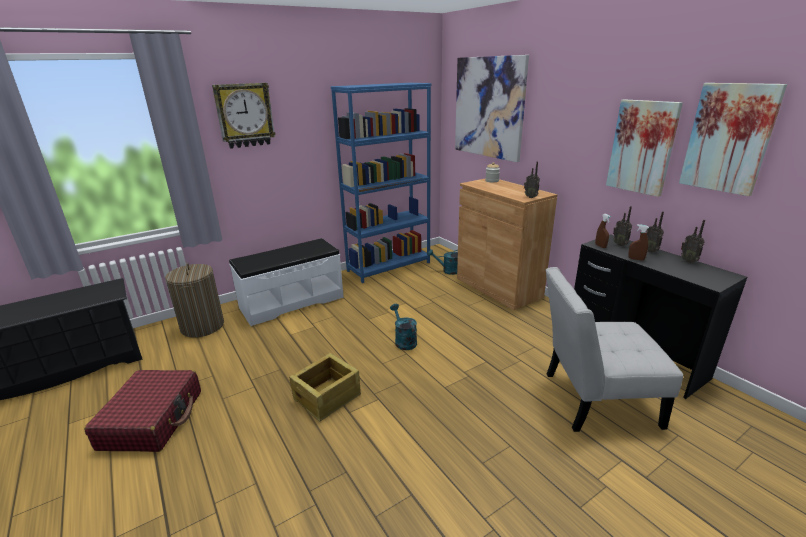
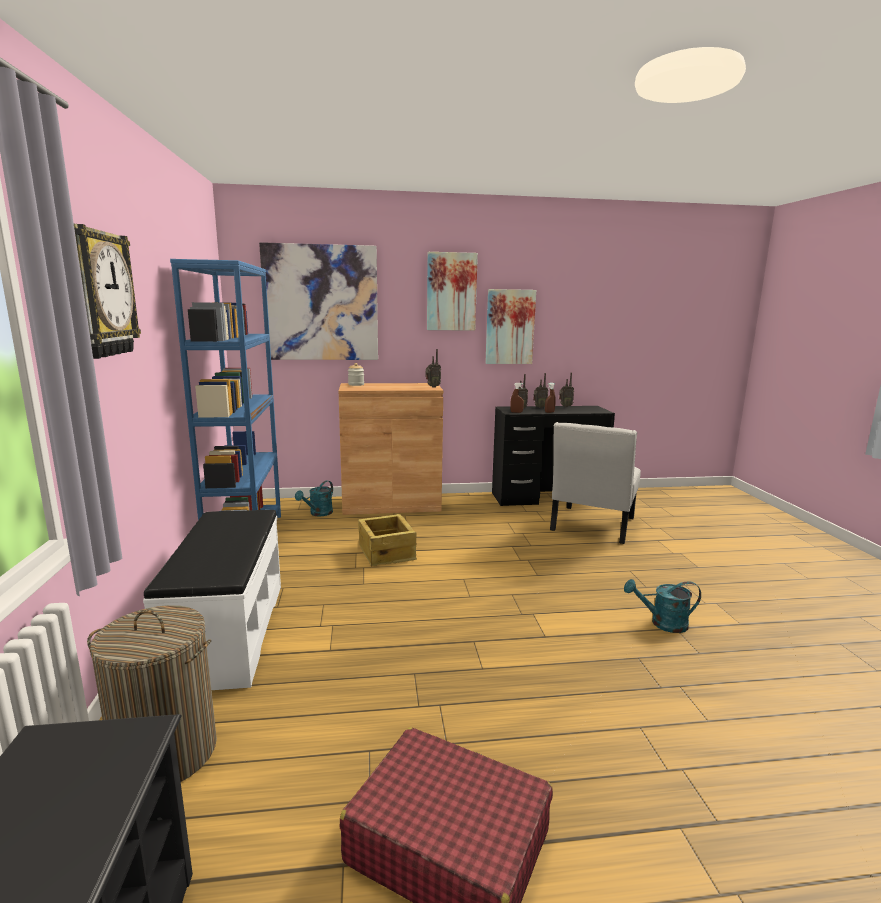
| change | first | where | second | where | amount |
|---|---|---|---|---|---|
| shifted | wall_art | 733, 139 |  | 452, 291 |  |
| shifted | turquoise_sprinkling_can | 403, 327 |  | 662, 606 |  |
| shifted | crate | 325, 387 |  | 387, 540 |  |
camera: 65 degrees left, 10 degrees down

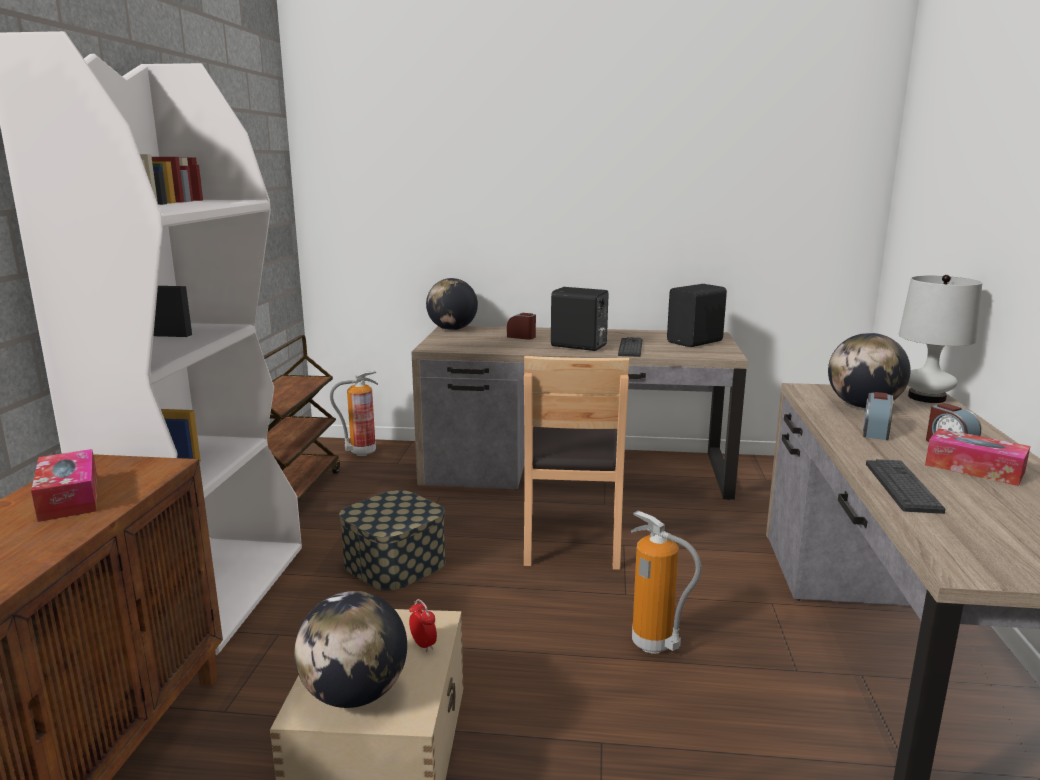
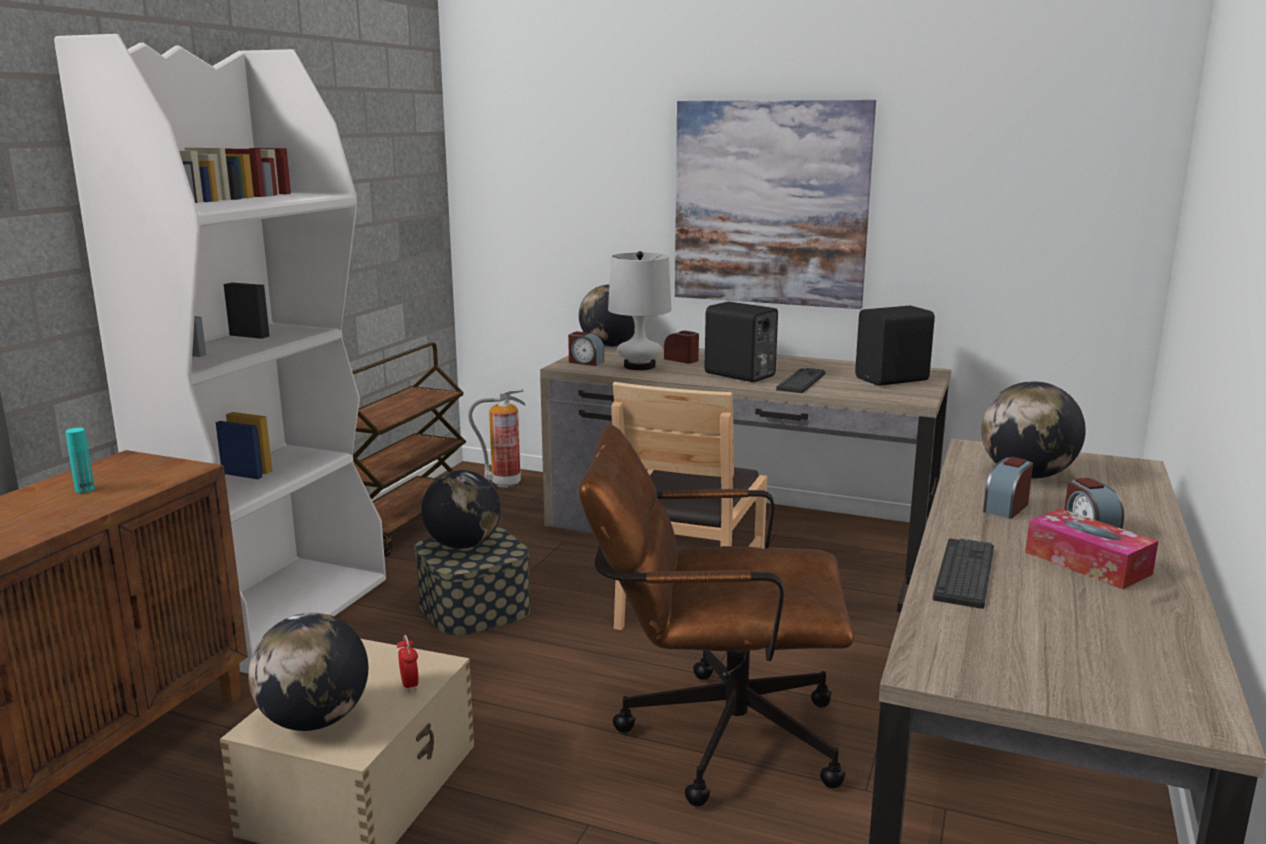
| change | first | where | second | where | amount |
|---|---|---|---|---|---|
| shifted | whitish_table_lamp | 940, 339 |  | 640, 310 |  |
| swapped | tissue_holder | 64, 485 | turquoise_beverage_bottle | 80, 460 |  |
| swapped | extinguisher | 666, 582 | brown_computer_chair | 716, 615 |  |
| new |  |  | wall_art | 775, 204 |  |
| new |  |  | table_clock | 586, 348 |  |
| new |  |  | globe | 461, 509 |  |
camera: 15 degrees right, 0 degrees up

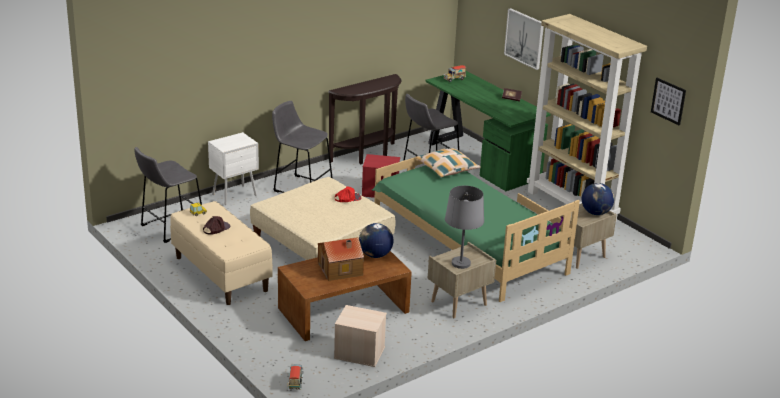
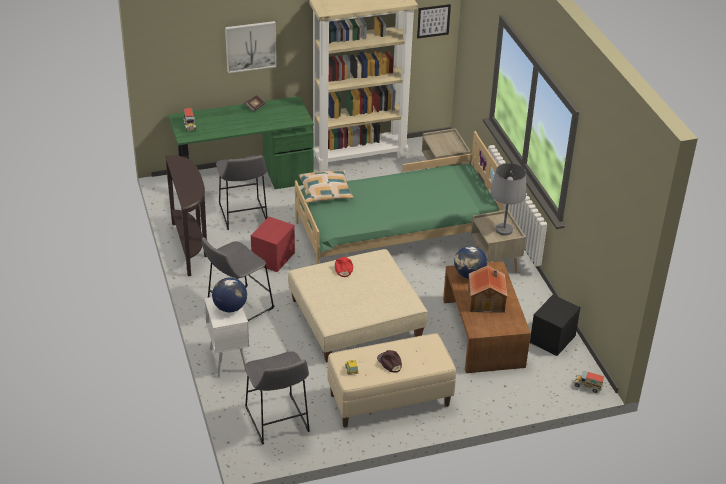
| change | first | where | second | where | amount |
|---|---|---|---|---|---|
| shifted | globe | 598, 199 |  | 229, 294 |  |
| repainted | beige-coloured_storage_container | 360, 336 | black-coloured_storage_container | 555, 325 |  |
camera: 70 degrees left, 10 degrees up

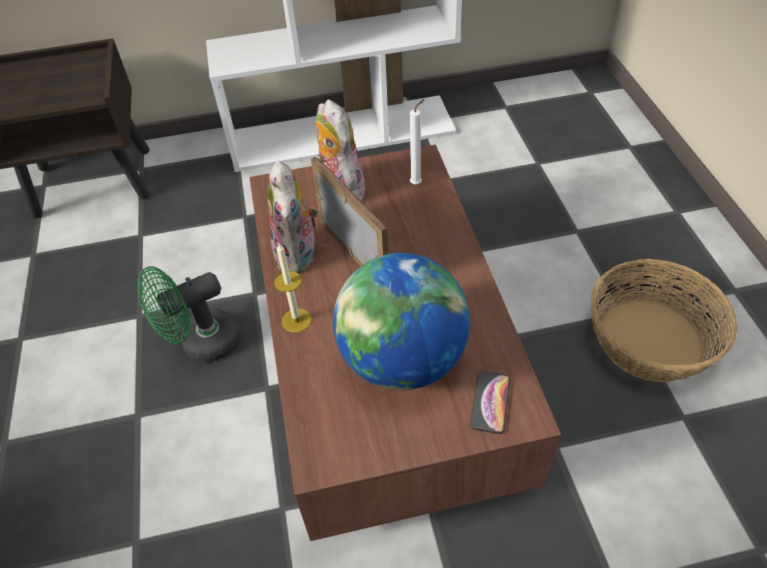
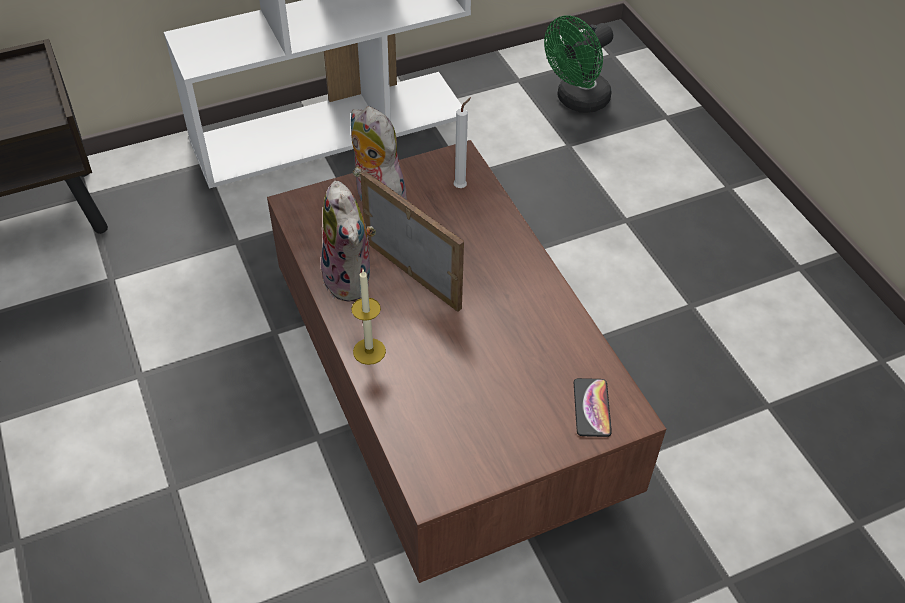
| change | first | where | second | where | amount |
|---|---|---|---|---|---|
| gone | globe | 401, 321 |  |  |  |
| gone | household_basket | 664, 320 |  |  |  |
| shifted | green-coloured_electric_fan | 189, 314 |  | 578, 64 |  |
camera: 15 degrees left, 0 degrees up

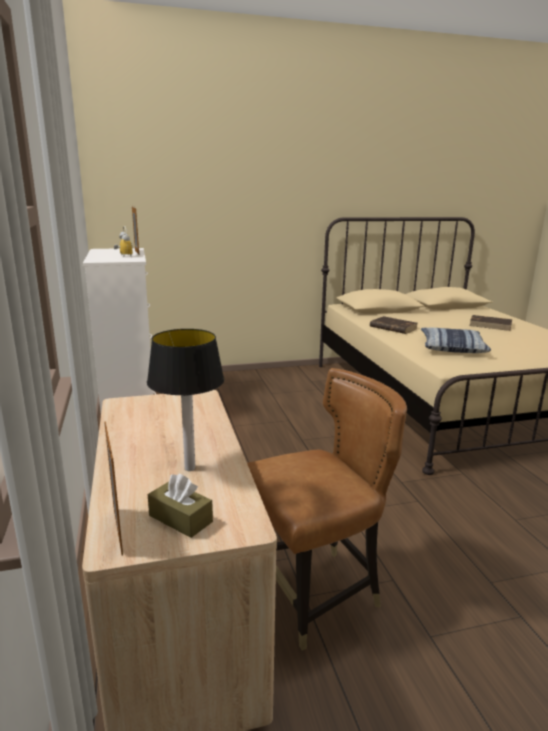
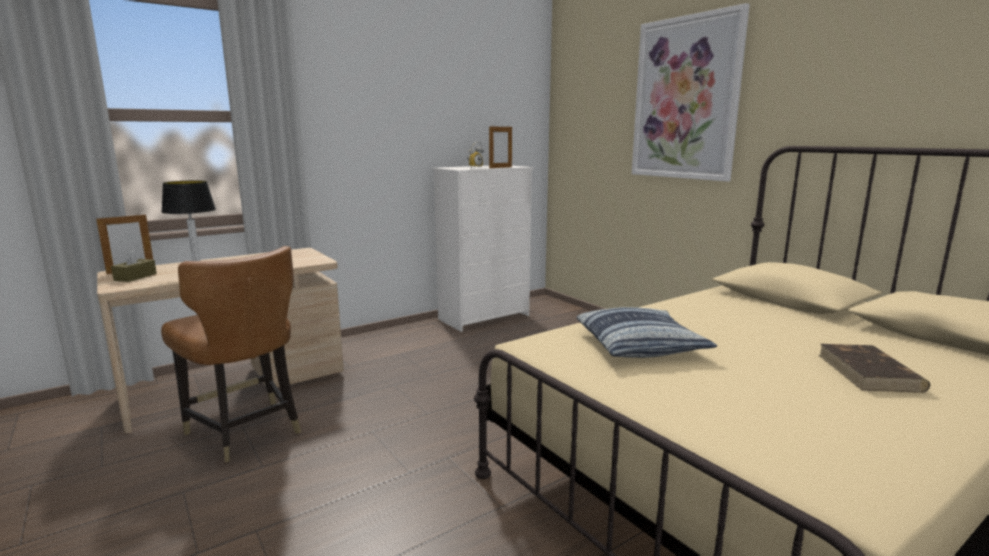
| change | first | where | second | where | amount |
|---|---|---|---|---|---|
| gone | brown_volume | 393, 325 |  |  |  |
| new |  |  | wall_art | 691, 92 |  |
camera: 70 degrees right, 5 degrees down

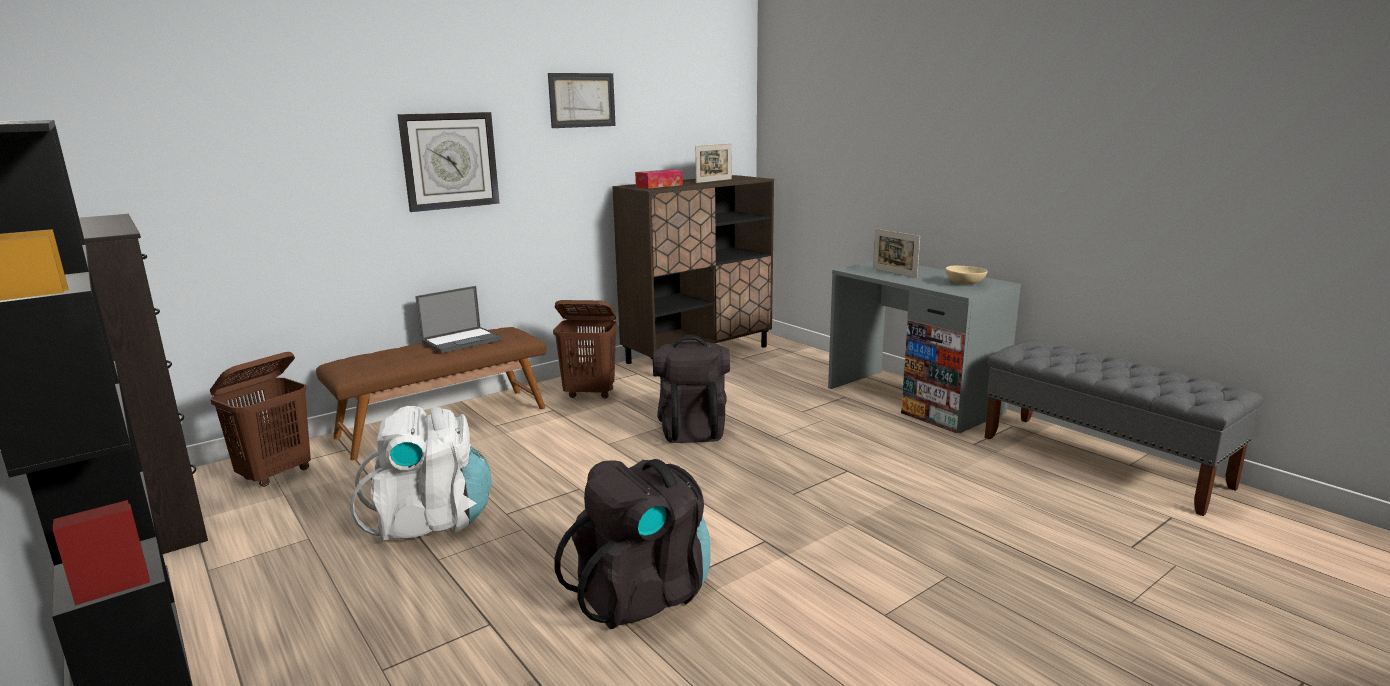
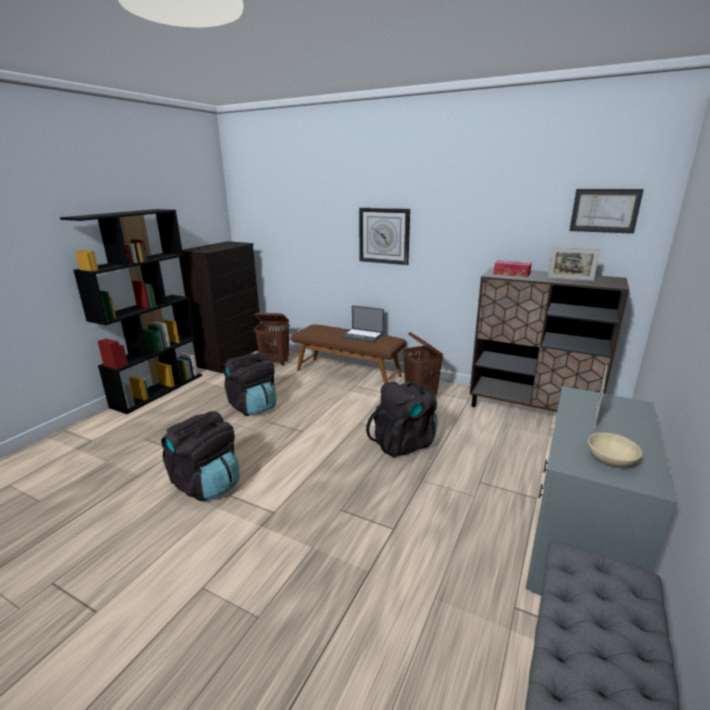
| change | first | where | second | where | amount |
|---|---|---|---|---|---|
| shifted | wall_art | 582, 100 |  | 606, 211 |  |
| repainted | whitish_rucksack | 421, 474 | black-coloured_rucksack | 249, 384 |  |
camera: 65 degrees right, 5 degrees up

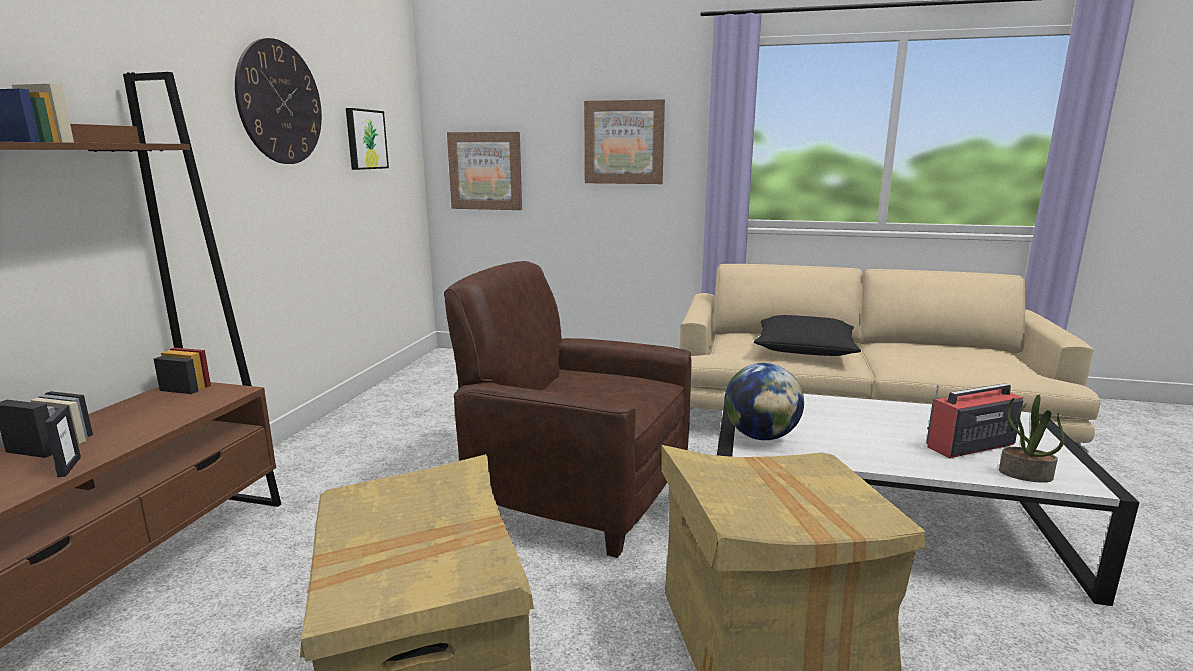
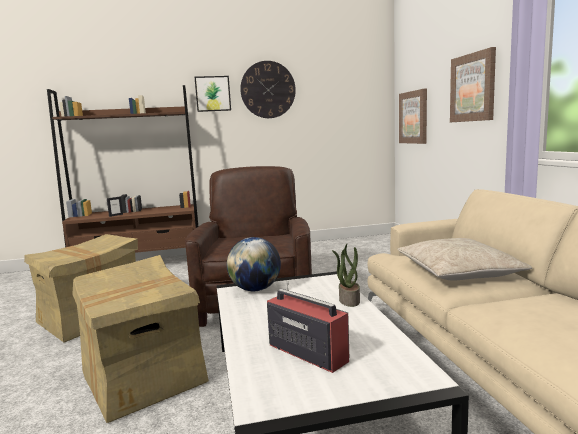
| change | first | where | second | where | amount |
|---|---|---|---|---|---|
| shifted | wall_art | 367, 139 |  | 213, 94 |  |
| repainted | black-coloured_pillow | 807, 335 | beige-coloured_pillow | 465, 259 |  |
| shifted | plant_in_a_pot | 1031, 438 |  | 346, 275 |  |
camera: 65 degrees right, 5 degrees down

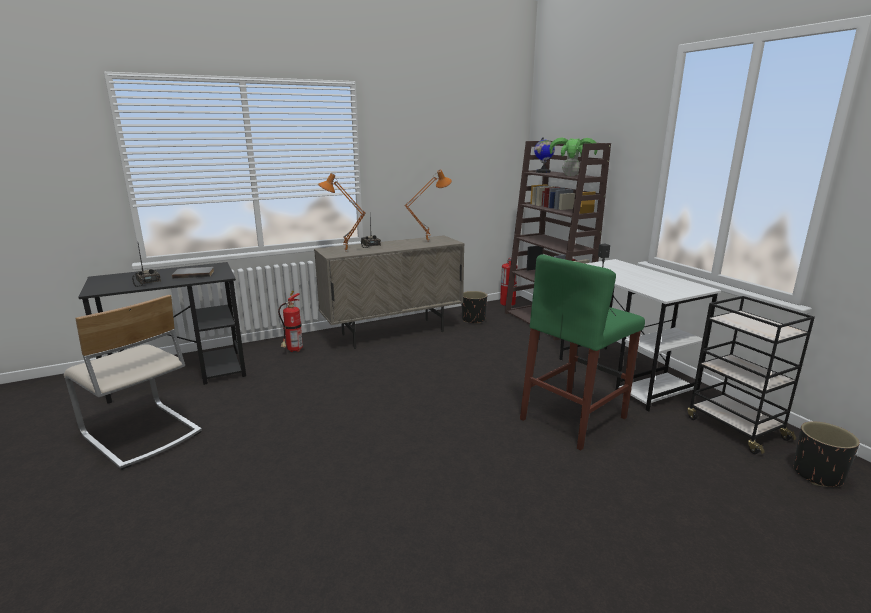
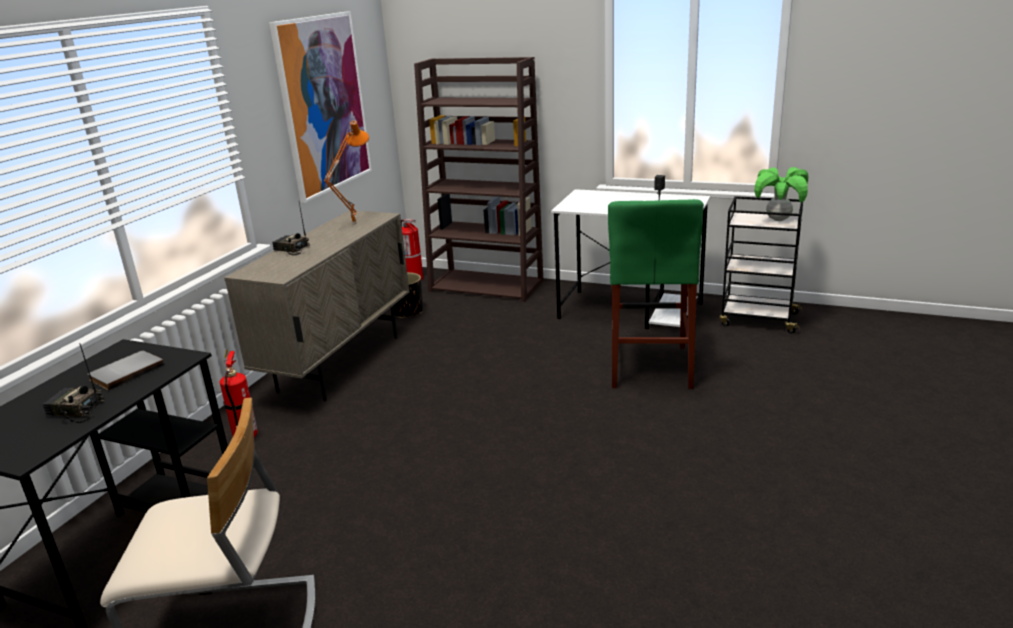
| change | first | where | second | where | amount |
|---|---|---|---|---|---|
| gone | globe | 544, 155 |  |  |  |
| shifted | plant_in_a_pot | 573, 157 |  | 781, 194 |  |
| gone | orange_table_lamp | 342, 212 |  |  |  |
| gone | black-coloured_flower_pot | 826, 454 |  |  |  |
| new |  |  | wall_art | 320, 107 |  |
camera: 40 degrees left, 5 degrees up

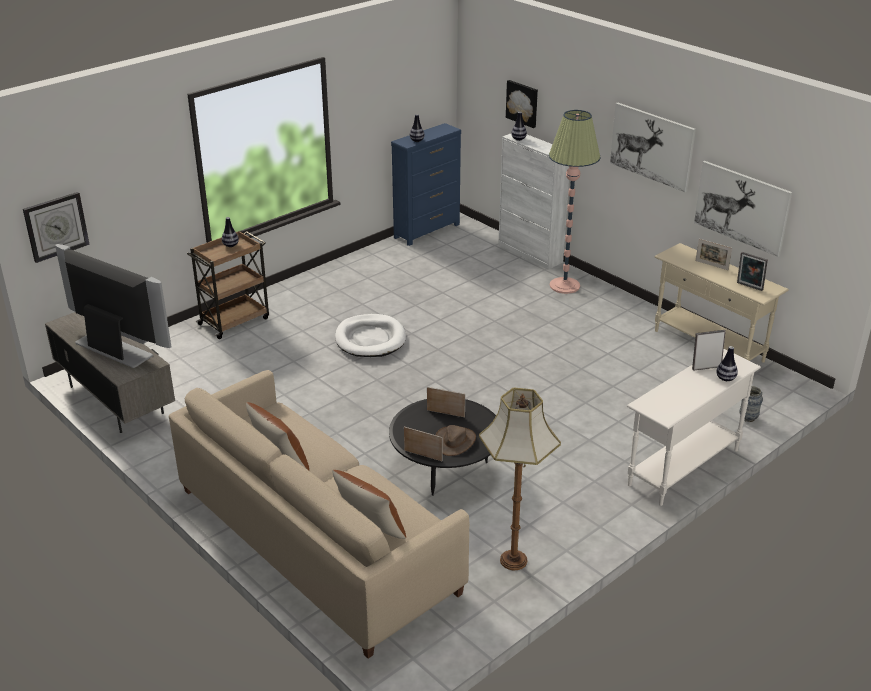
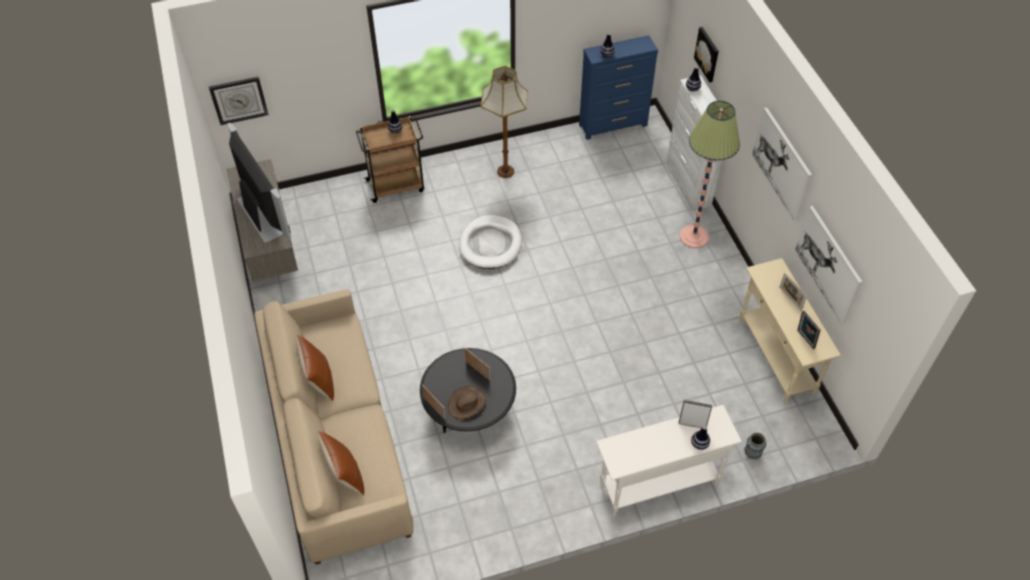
| change | first | where | second | where | amount |
|---|---|---|---|---|---|
| shifted | standing_lamp | 520, 479 |  | 504, 122 |  |
camera: 25 degrees right, 20 degrees up

